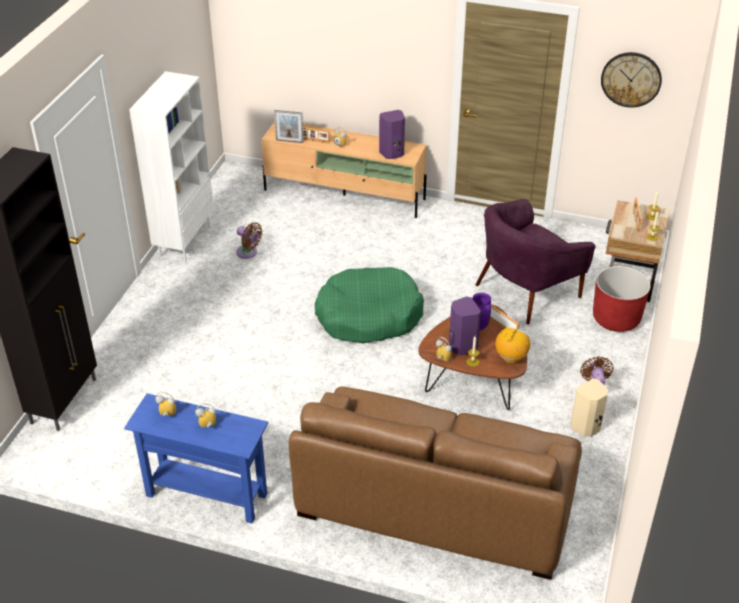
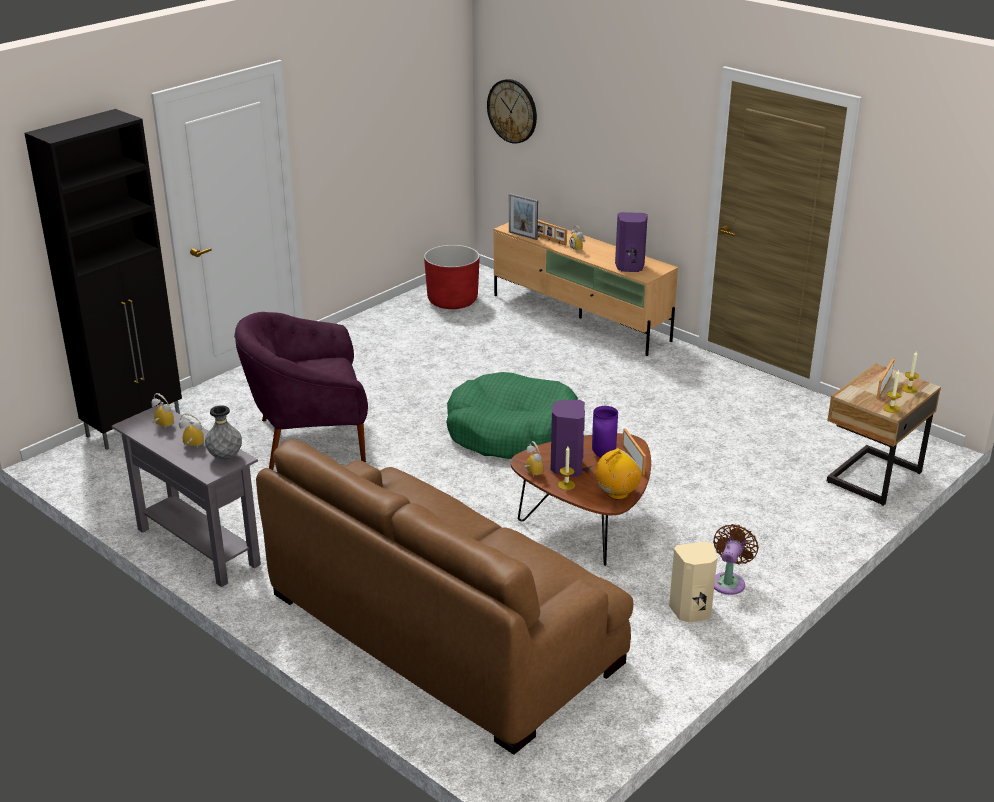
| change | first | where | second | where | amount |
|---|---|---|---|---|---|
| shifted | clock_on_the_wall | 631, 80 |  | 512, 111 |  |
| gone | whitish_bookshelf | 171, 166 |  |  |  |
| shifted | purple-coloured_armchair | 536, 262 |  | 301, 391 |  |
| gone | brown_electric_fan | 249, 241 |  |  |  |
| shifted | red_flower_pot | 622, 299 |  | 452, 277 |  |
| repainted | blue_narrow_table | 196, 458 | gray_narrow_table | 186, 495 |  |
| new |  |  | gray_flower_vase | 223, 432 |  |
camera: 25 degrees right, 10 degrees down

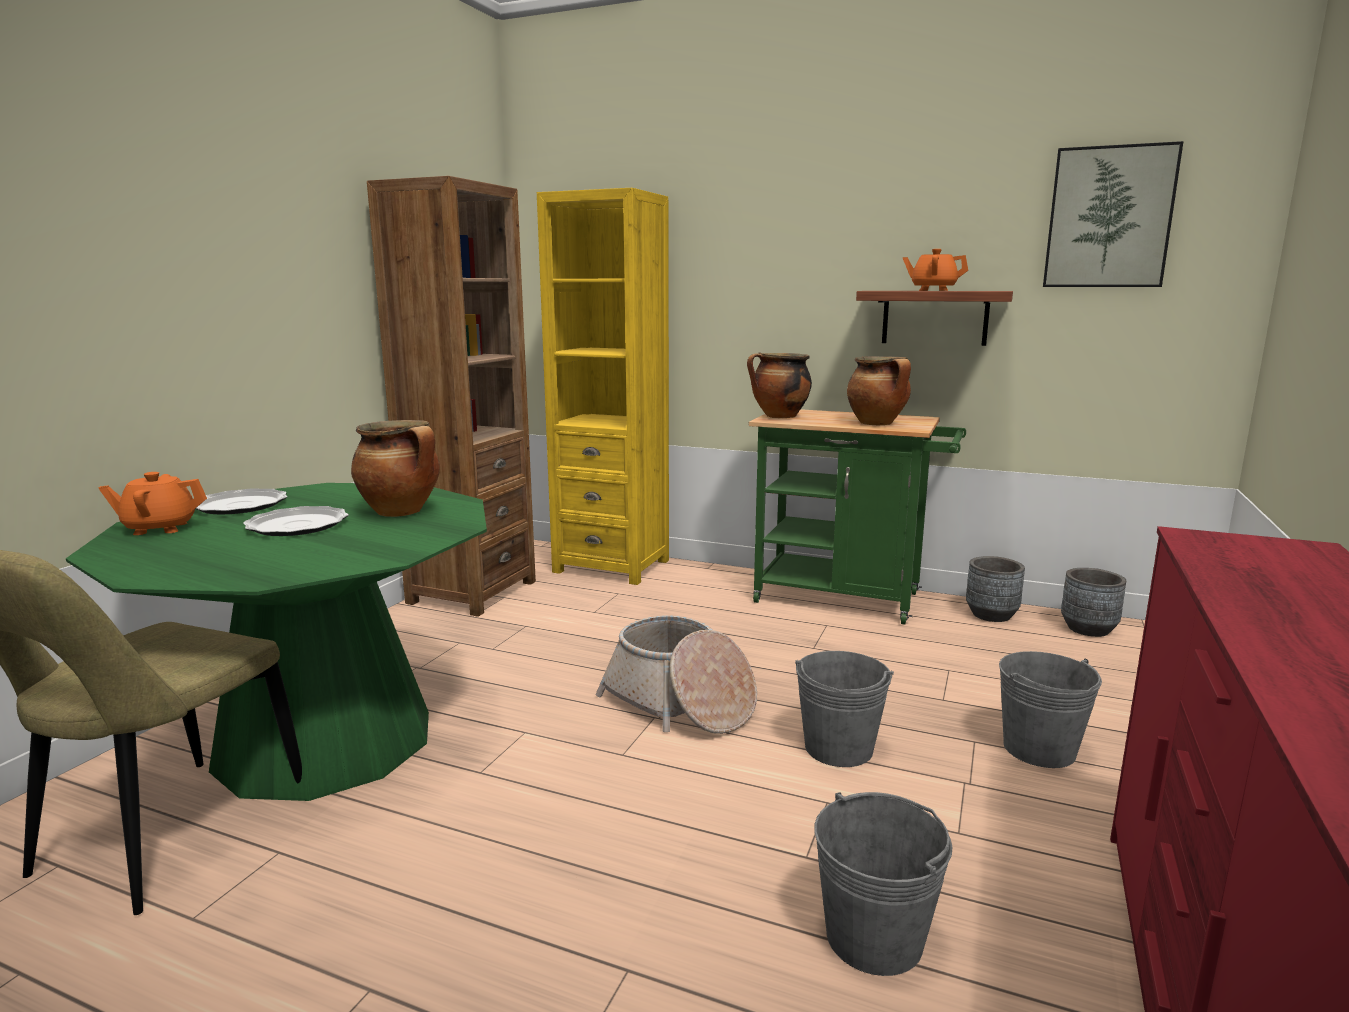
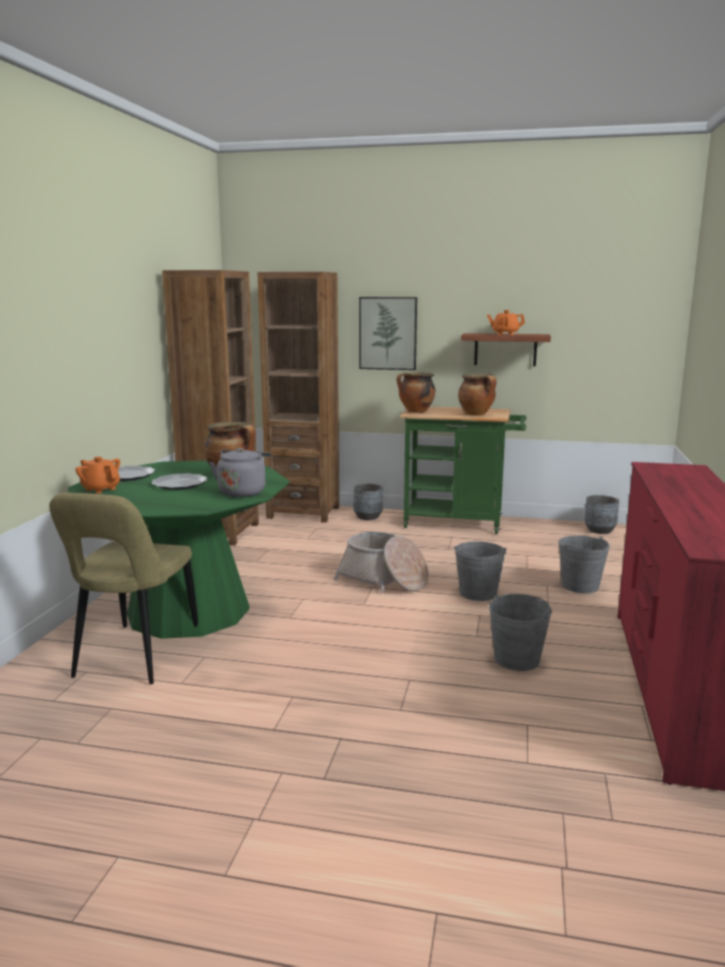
| change | first | where | second | where | amount |
|---|---|---|---|---|---|
| shifted | wall_art | 1113, 214 |  | 388, 333 |  |
| repainted | yellow-coloured_bookshelf | 603, 386 | brown_bookshelf | 298, 397 |  |
| rotated | orange_tea_pot | 153, 503 |  | 98, 475 | 60 degrees clockwise |
| shifted | gray_flower_pot | 995, 589 |  | 368, 502 |  |
| new |  |  | gray_tea_kettle | 240, 472 |  |
camera: 10 degrees left, 0 degrees up

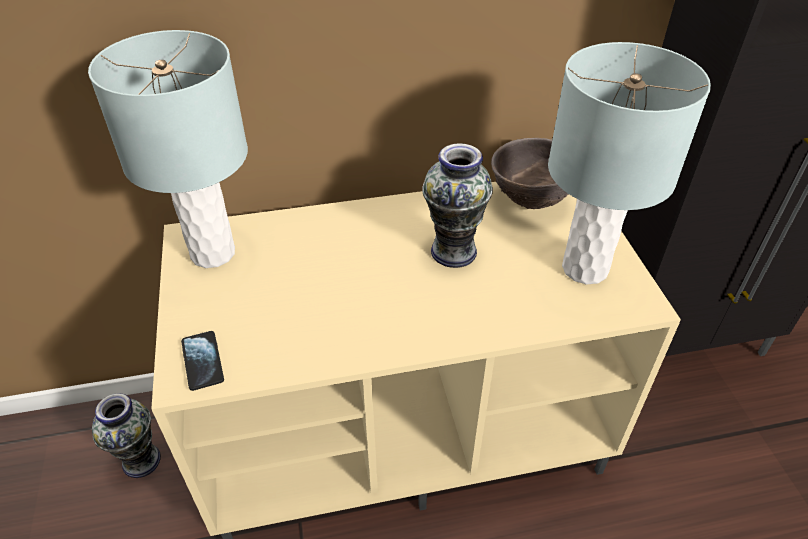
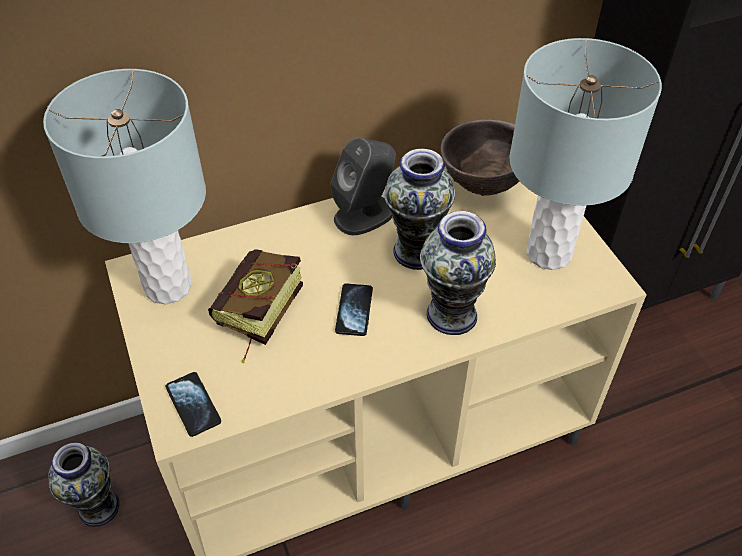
| change | first | where | second | where | amount |
|---|---|---|---|---|---|
| new |  |  | gray_speaker | 363, 186 |  |
| new |  |  | flower_vase | 458, 273 |  |
| new |  |  | volume | 255, 306 |  |
| new |  |  | handset | 354, 309 |  |
camera: 10 degrees left, 5 degrees up

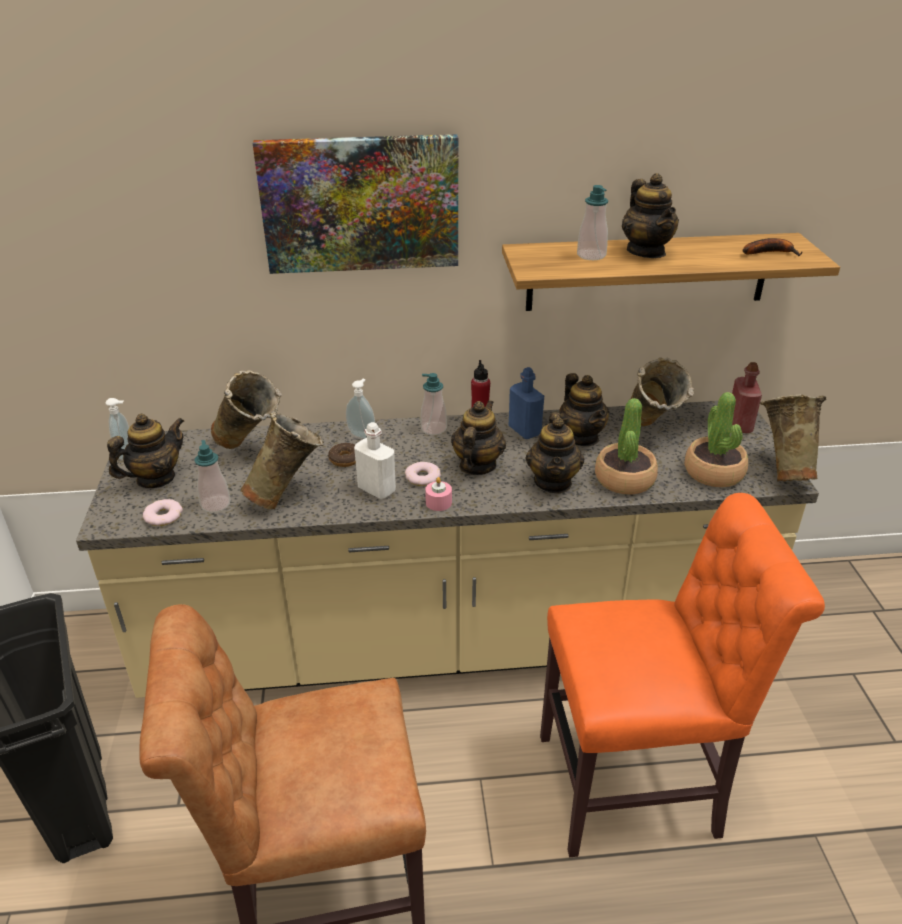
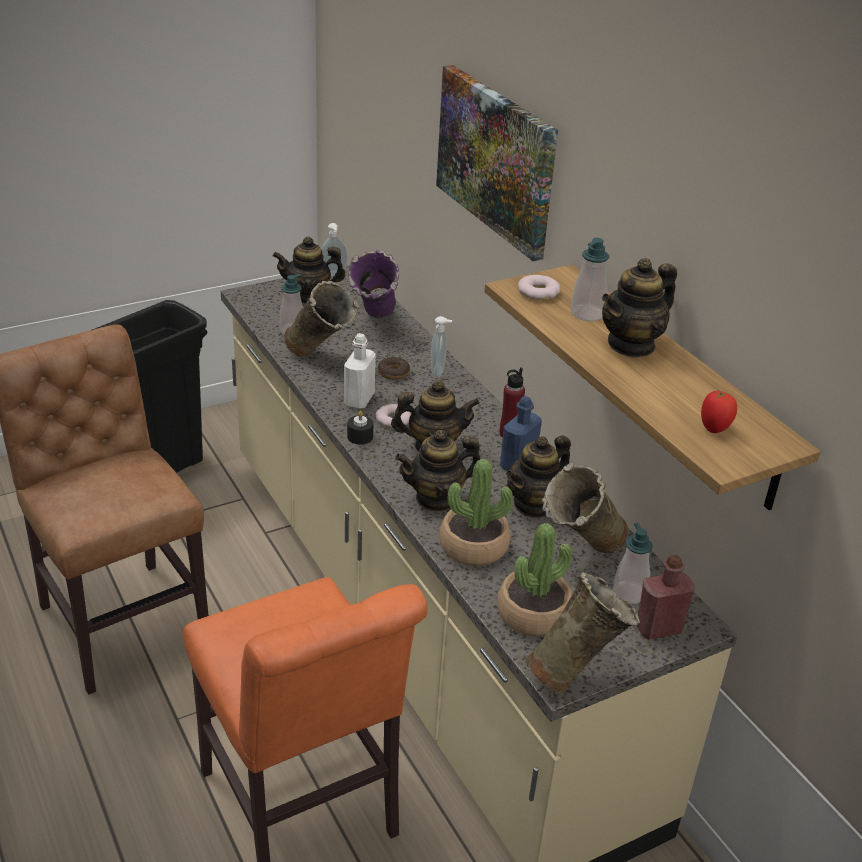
| change | first | where | second | where | amount |
|---|---|---|---|---|---|
| swapped | banana | 772, 247 | whole_tomato | 719, 411 |  |
| repainted | beige-coloured_flower_vase | 246, 409 | purple-coloured_flower_vase | 373, 284 |  |
| shifted | soap_dispenser | 434, 404 |  | 633, 563 |  |
| rotated | tea_pot | 145, 451 |  | 309, 270 | 150 degrees clockwise |
| repainted | pinkish_wax_light | 438, 494 | black-coloured_wax_light | 360, 427 |  |
| shifted | ring_doughnut | 163, 512 |  | 539, 287 |  |
camera: 65 degrees right, 0 degrees up

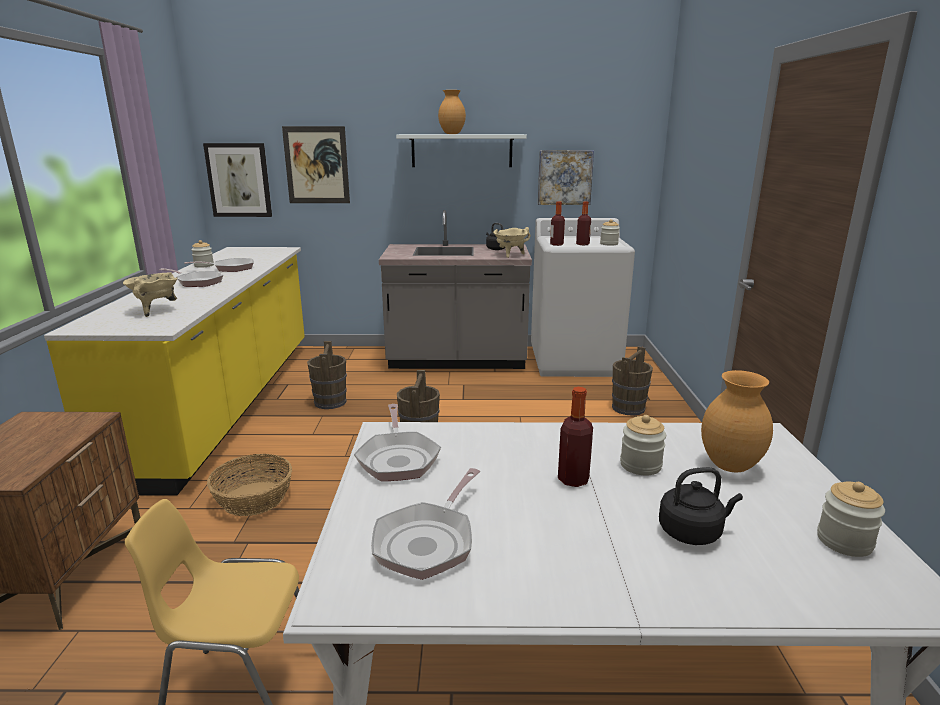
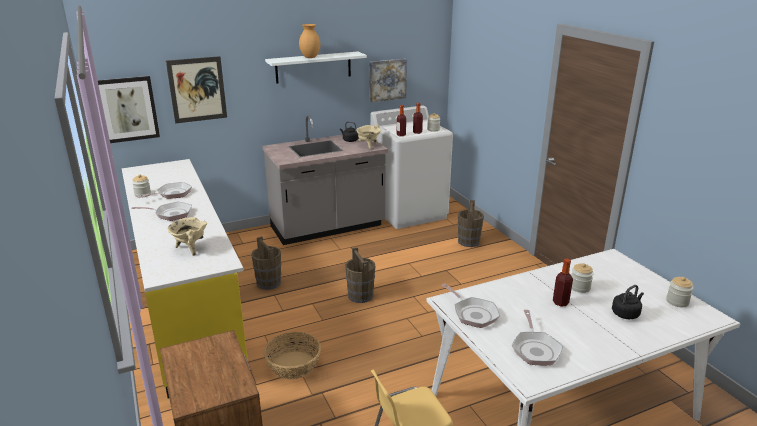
| change | first | where | second | where | amount |
|---|---|---|---|---|---|
| gone | brown_flower_vase | 737, 421 |  |  |  |
camera: 25 degrees left, 5 degrees up

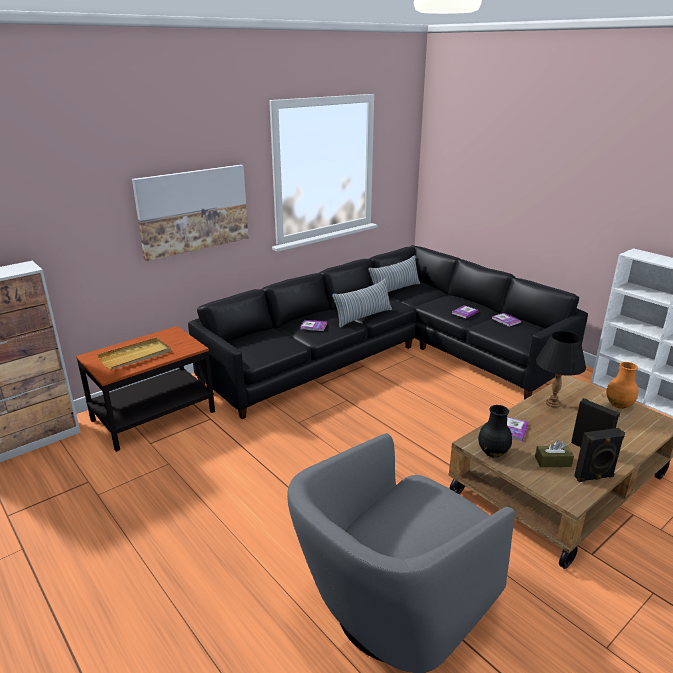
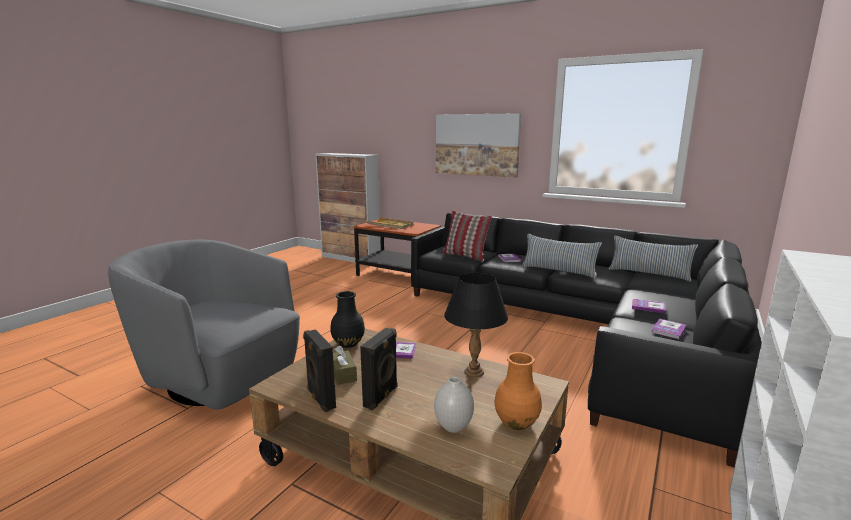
| change | first | where | second | where | amount |
|---|---|---|---|---|---|
| new |  |  | pillow | 467, 235 |  |
| new |  |  | whitish_flower_vase | 454, 405 |  |
camera: 70 degrees right, 10 degrees down

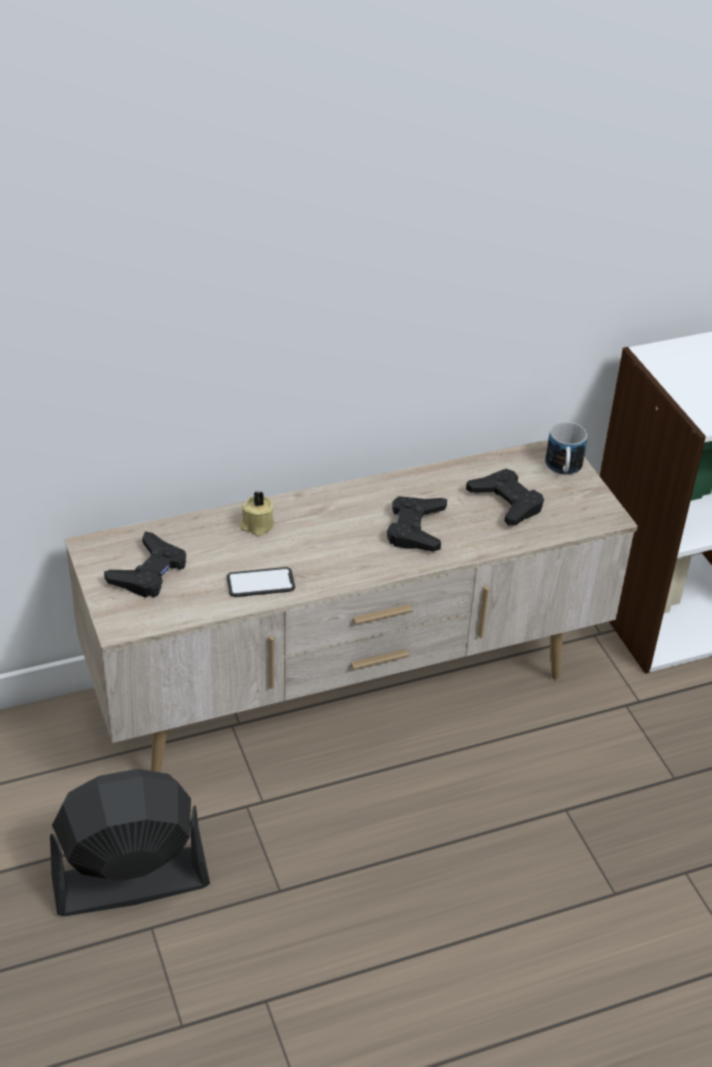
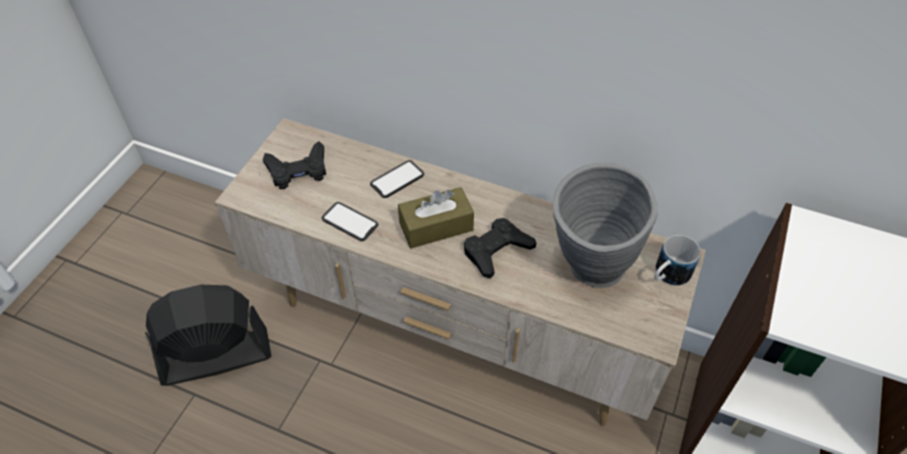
| change | first | where | second | where | amount |
|---|---|---|---|---|---|
| swapped | black-coloured_joypad | 505, 497 | gray_flower_vase | 605, 225 |  |
| swapped | beige-coloured_wax_light | 257, 513 | handset | 397, 179 |  |
| rotated | black-coloured_electric_fan | 130, 842 |  | 208, 335 | 45 degrees counterclockwise |
| new |  |  | brown_tissue_holder | 436, 217 |  |
camera: 45 degrees right, 10 degrees up

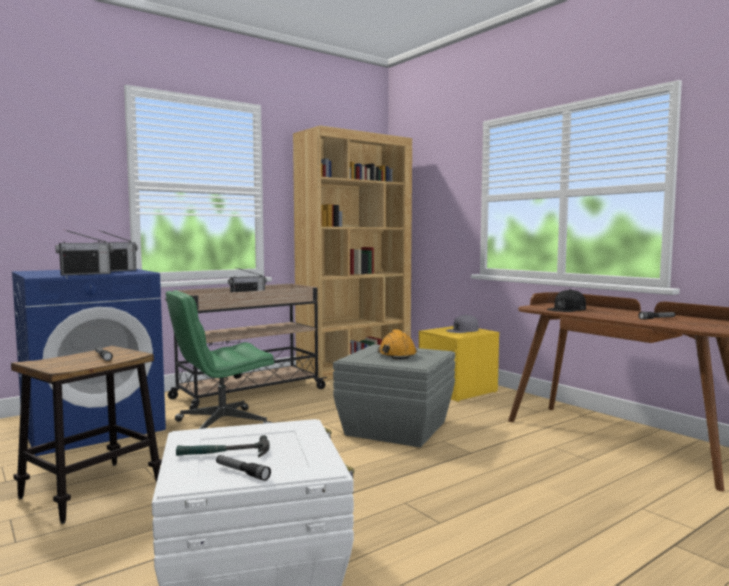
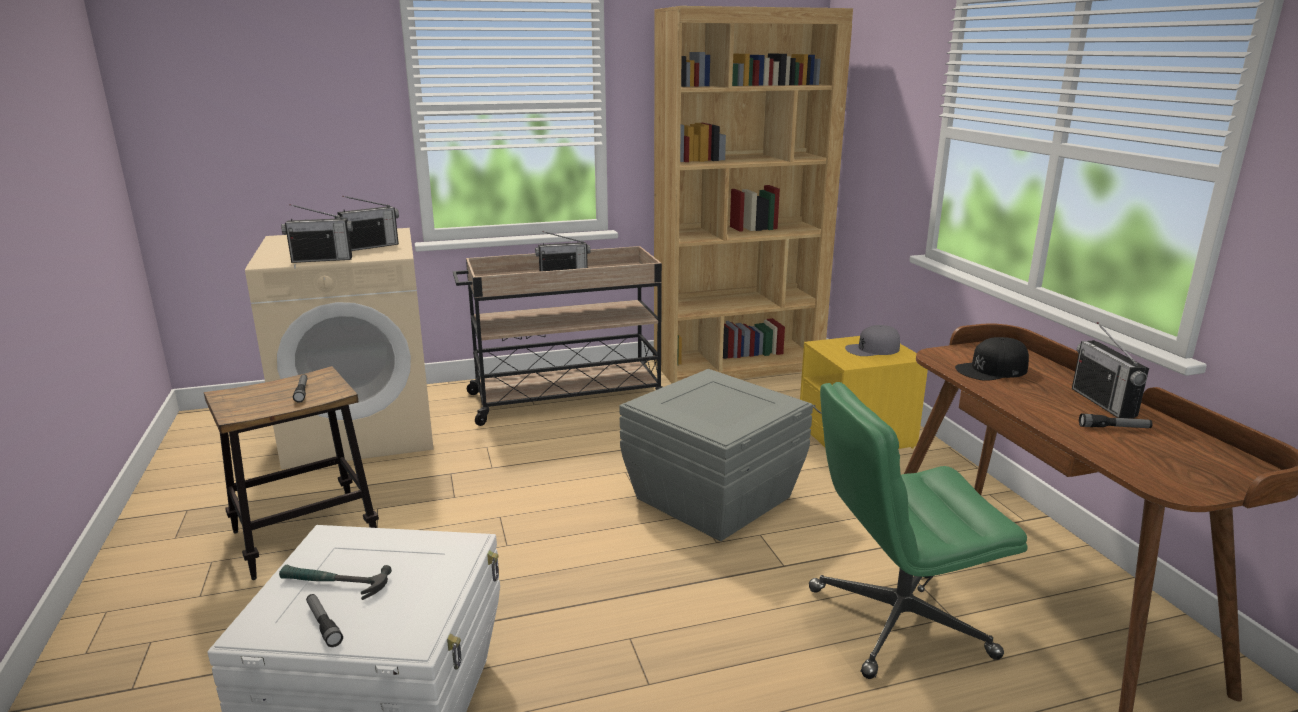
| change | first | where | second | where | amount |
|---|---|---|---|---|---|
| repainted | blue_washing_machine | 89, 362 | beige-coloured_washing_machine | 339, 348 |  |
| shifted | green-coloured_computer_chair | 220, 359 |  | 918, 530 |  |
| gone | orange_safety_helmet | 397, 344 |  |  |  |
| new |  |  | radio_set | 1110, 370 |  |
camera: 20 degrees right, 15 degrees up

